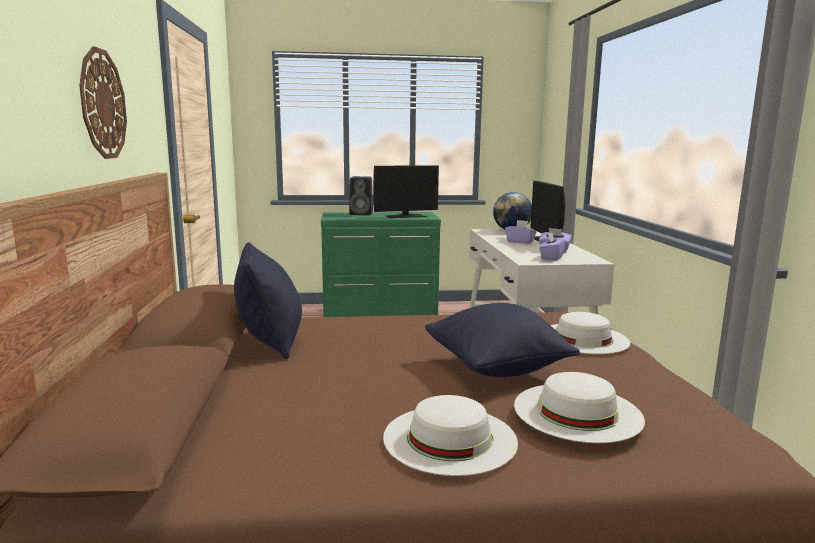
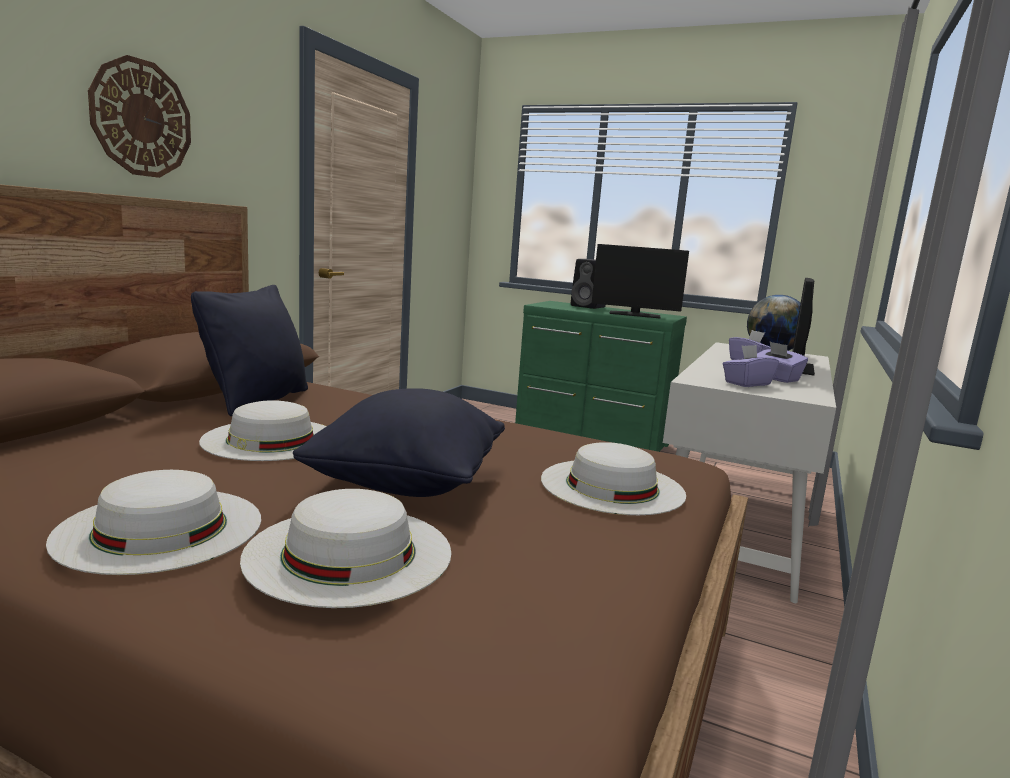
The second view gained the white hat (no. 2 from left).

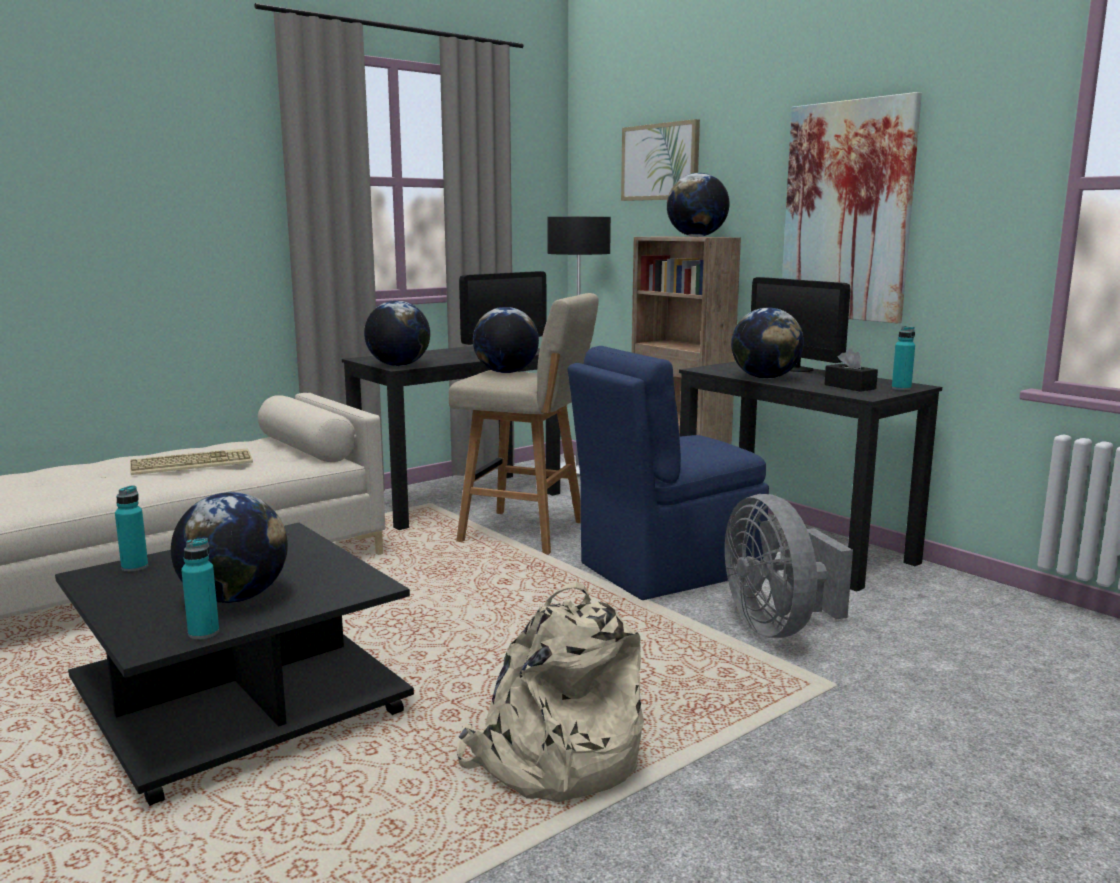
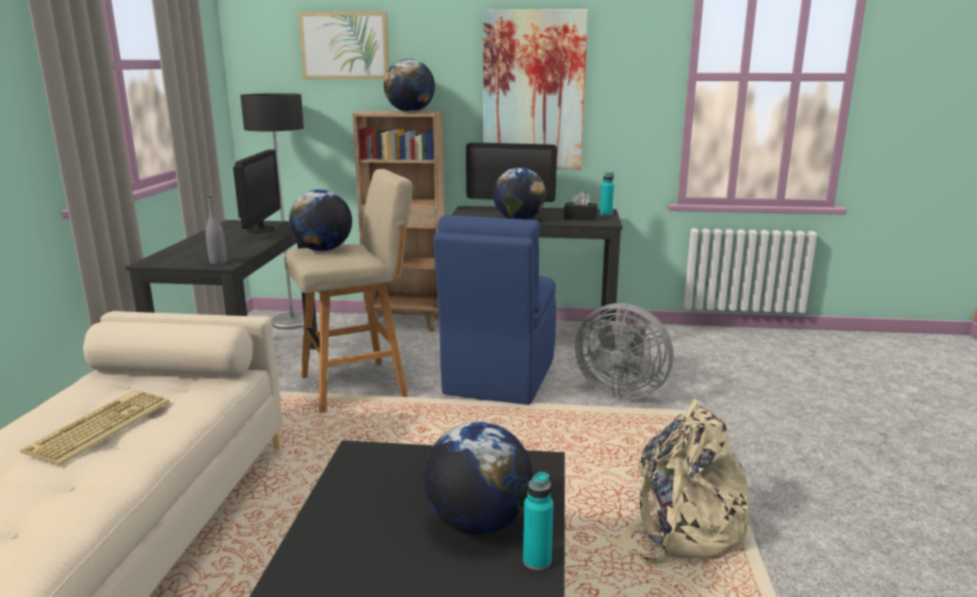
Where the globe (no. 2 from left) stood, the grey bottle came to stand.
The second view lost the turquoise bottle (no. 1 from left).

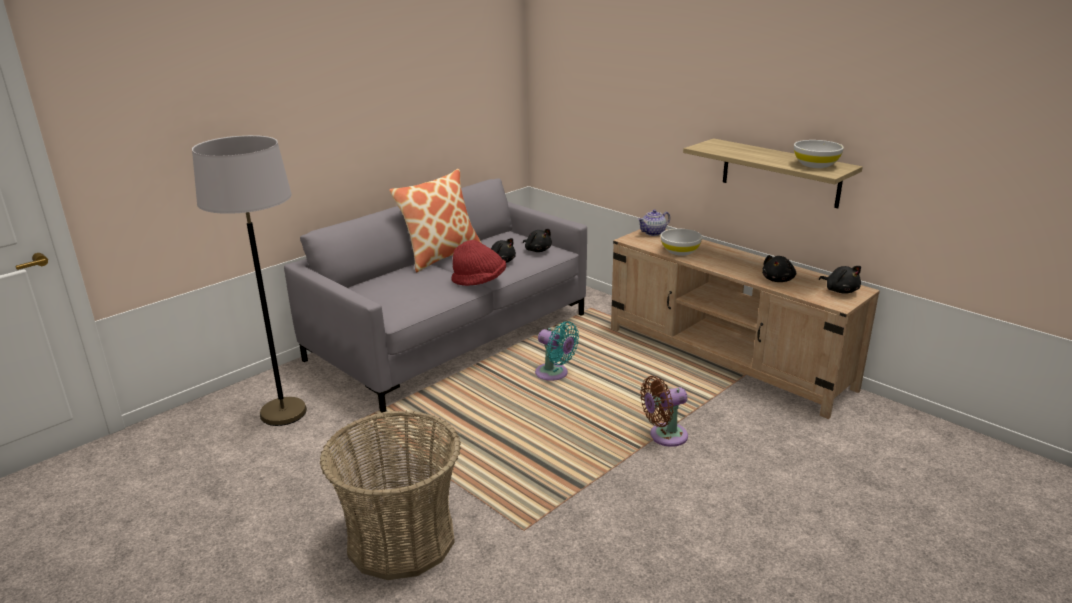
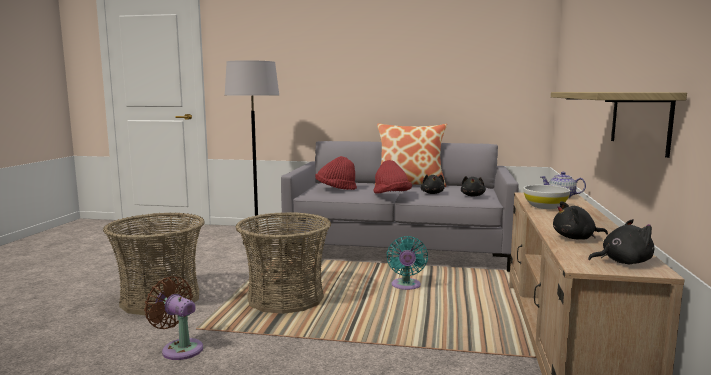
The second view lost the white bowl (no. 2 from left).
The black plush toy (no. 4 from left) ended up facing another way, 120 degrees counterclockwise from before.
The brown fan ended up elsewhere.
The second view gained the red hat (no. 1 from left).
The second view gained the basket (no. 2 from left).

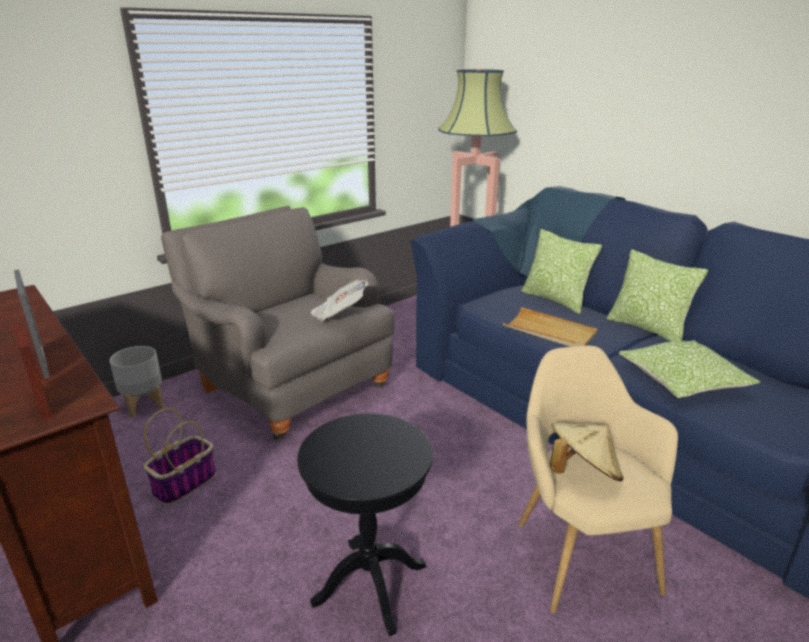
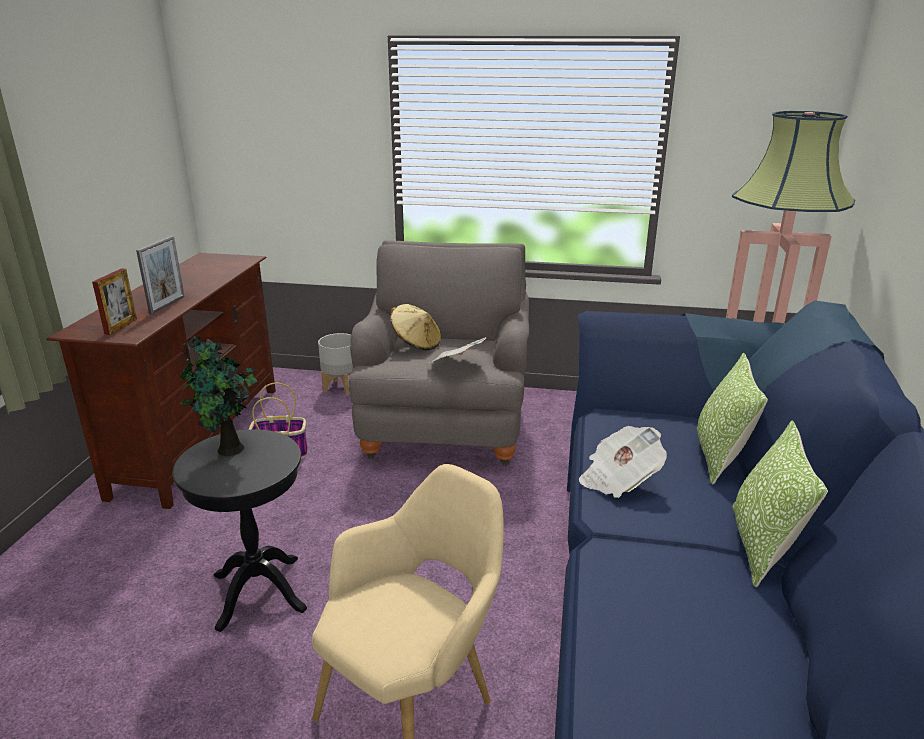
Where the beige tray stood, the newspaper (no. 2 from left) came to stand.
The second view lost the pillow (no. 3 from left).
The beige hat ended up elsewhere.
The second view gained the potted plant.

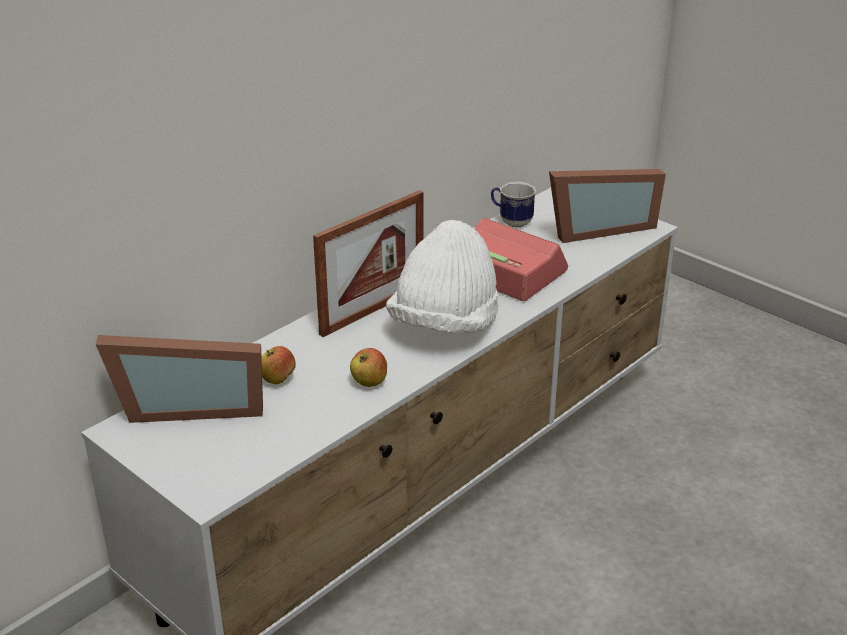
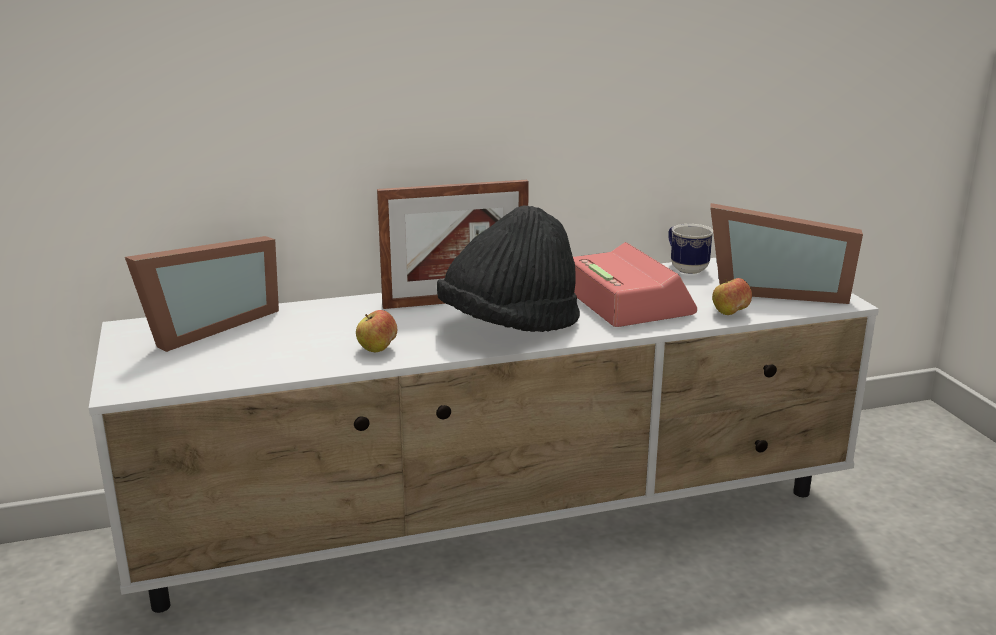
What was the white hat turned into the black hat.
The picture frame (no. 1 from left) ended up facing another way, 75 degrees counterclockwise from before.
The apple (no. 1 from left in the first image) ended up elsewhere.

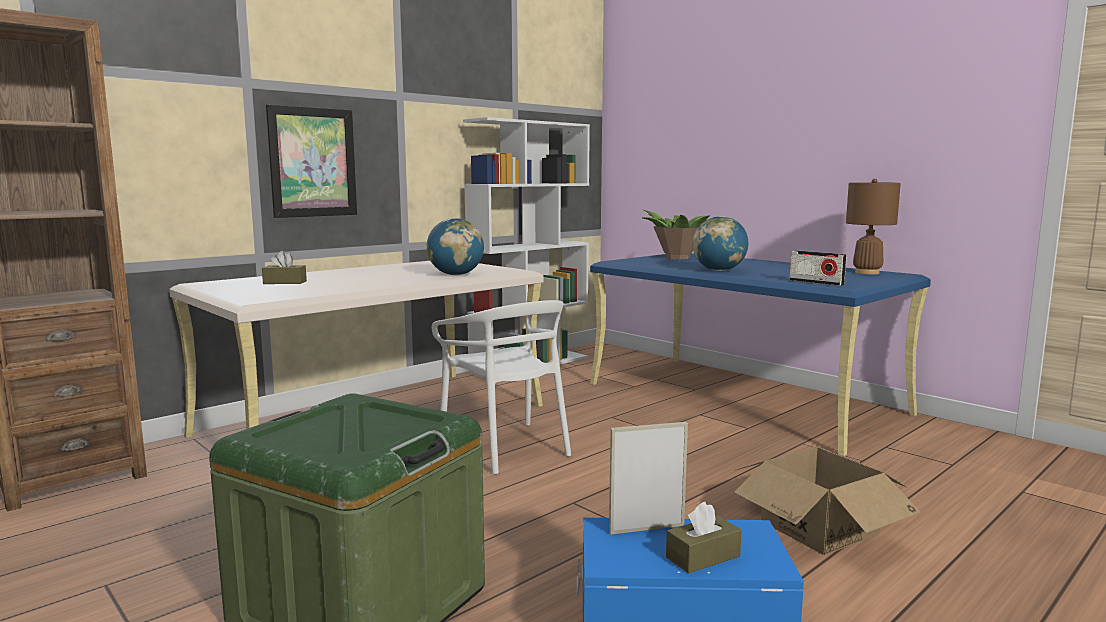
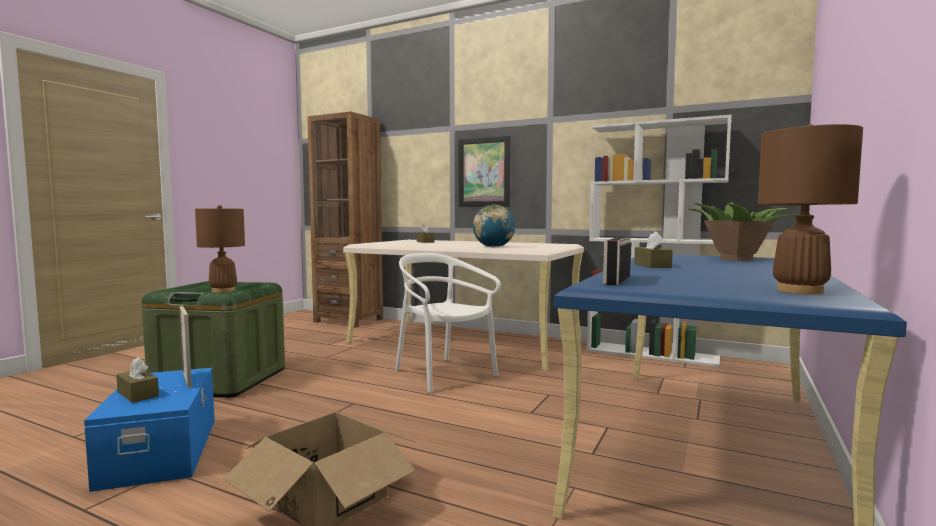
Where the globe (no. 2 from left) stood, the brown tissue box (no. 3 from left) came to stand.
The white chair ended up facing another way, 105 degrees clockwise from before.
The second view gained the brown table lamp (no. 1 from left).

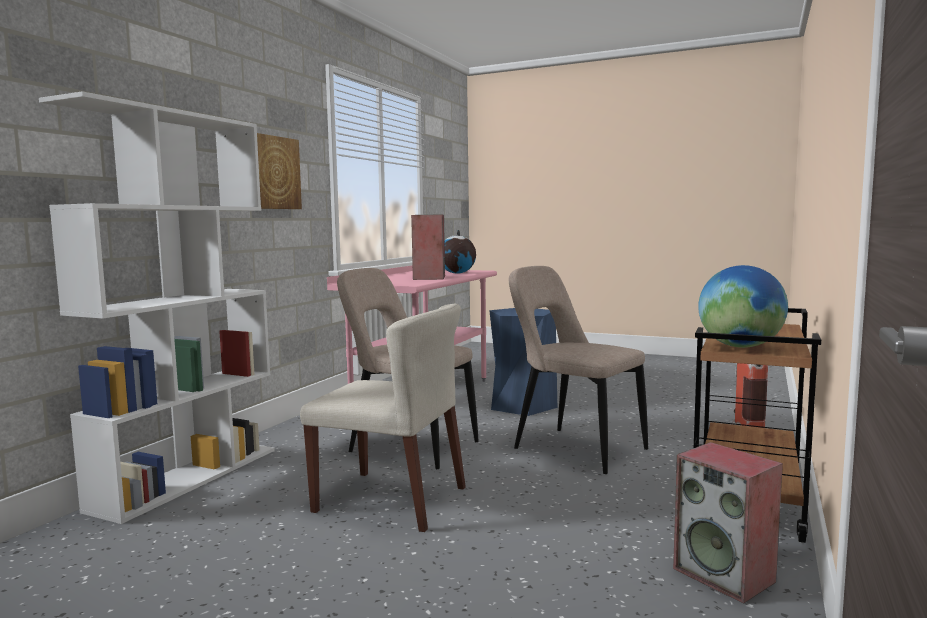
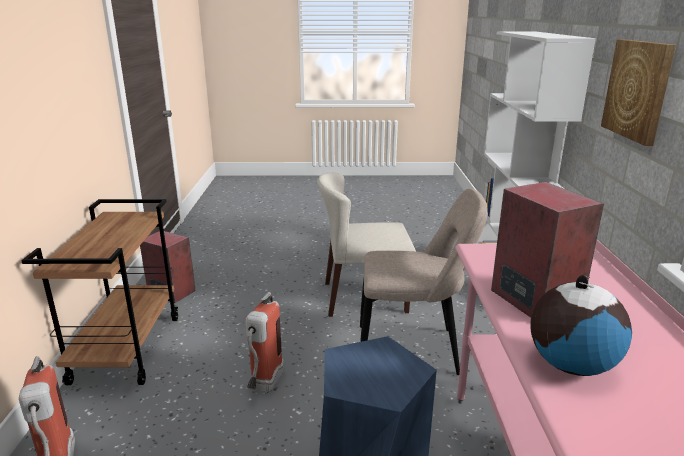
The second view lost the globe (no. 2 from left).
Where the beige chair (no. 3 from left) stood, the fire extinguisher (no. 2 from left) came to stand.

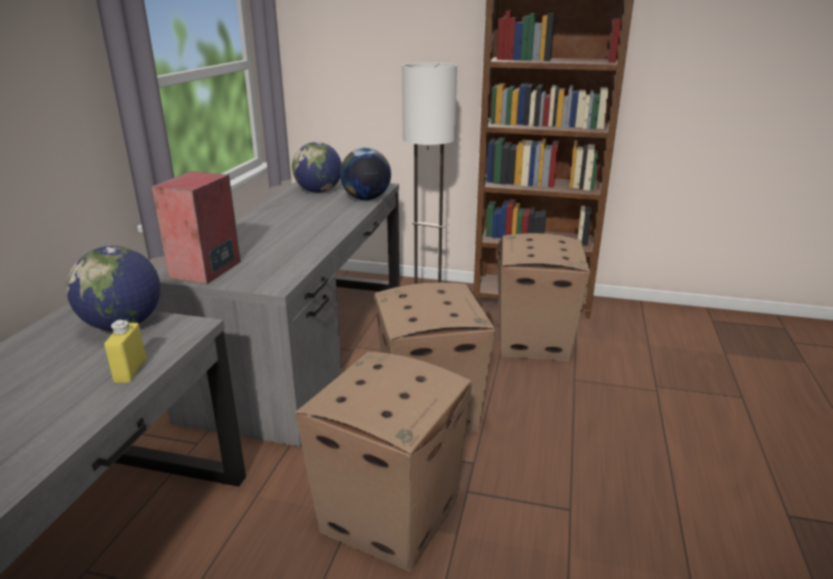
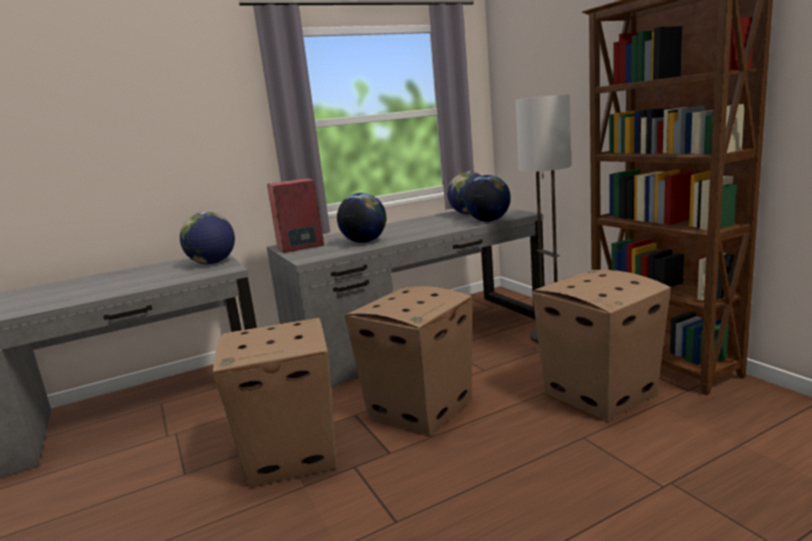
The second view lost the yellow bottle.
The second view gained the globe (no. 2 from left).

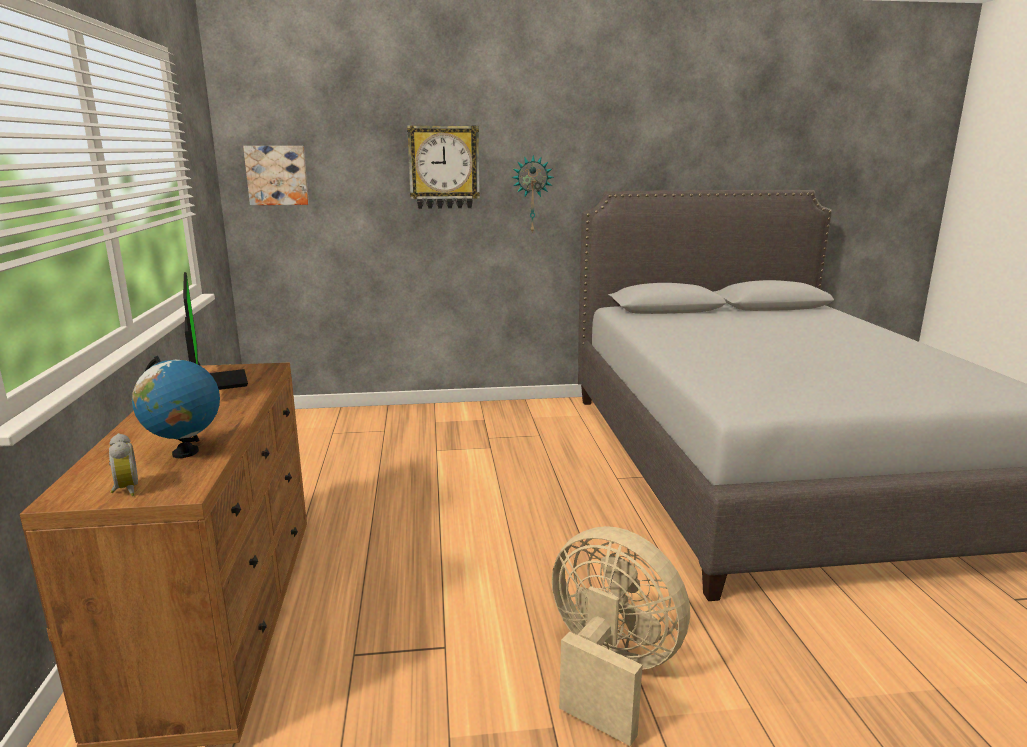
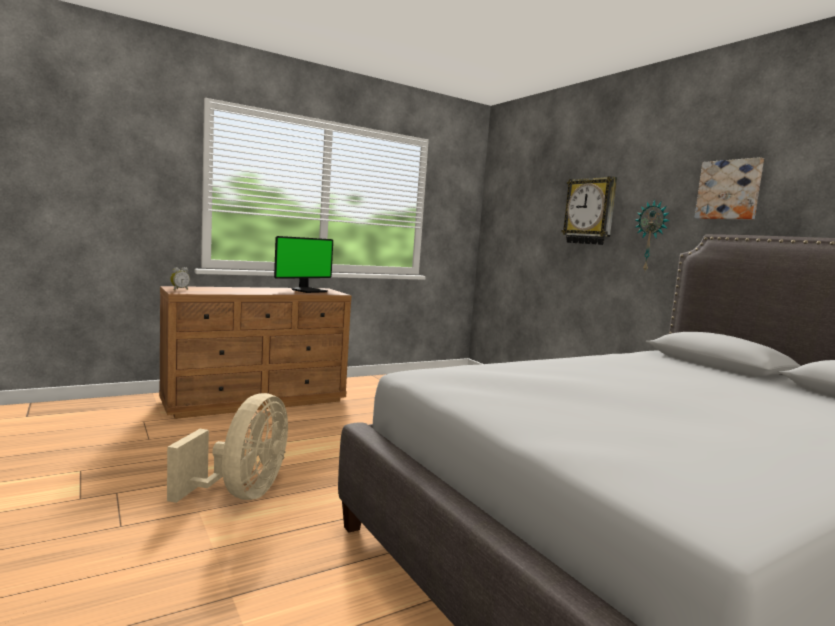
The picture ended up elsewhere.
The second view lost the globe.

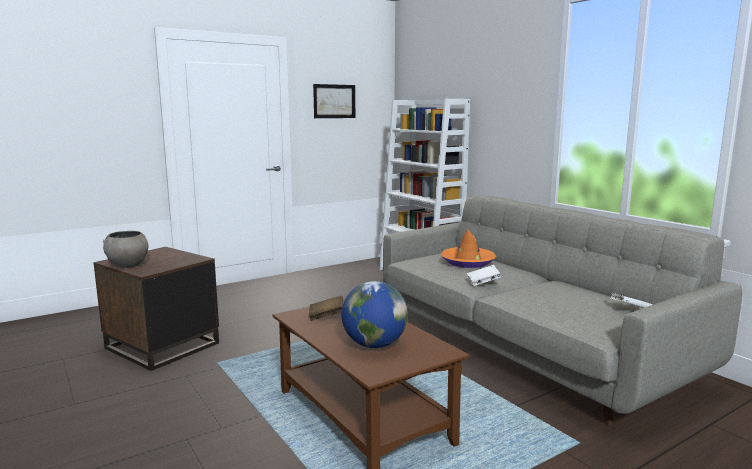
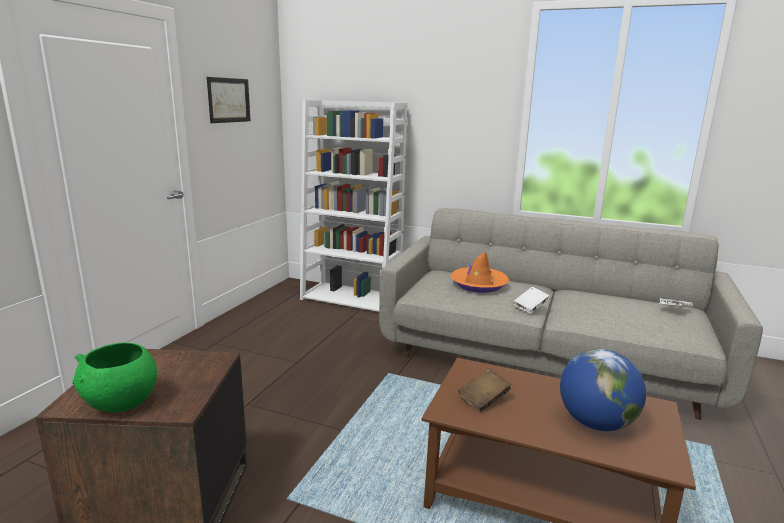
What was the grey bowl turned into the green bowl.

